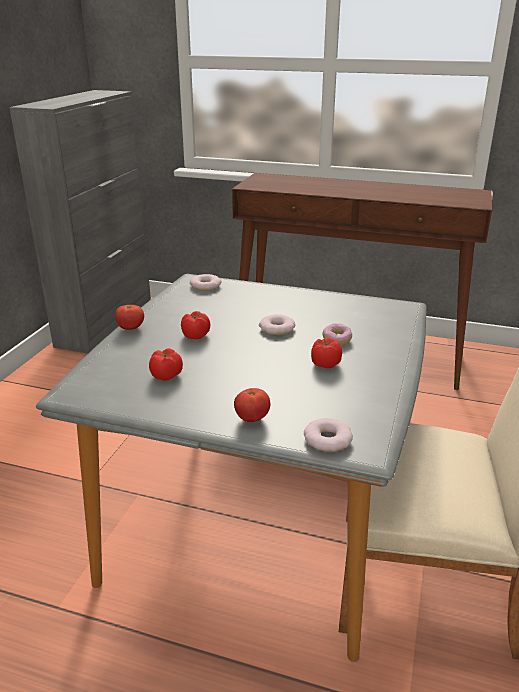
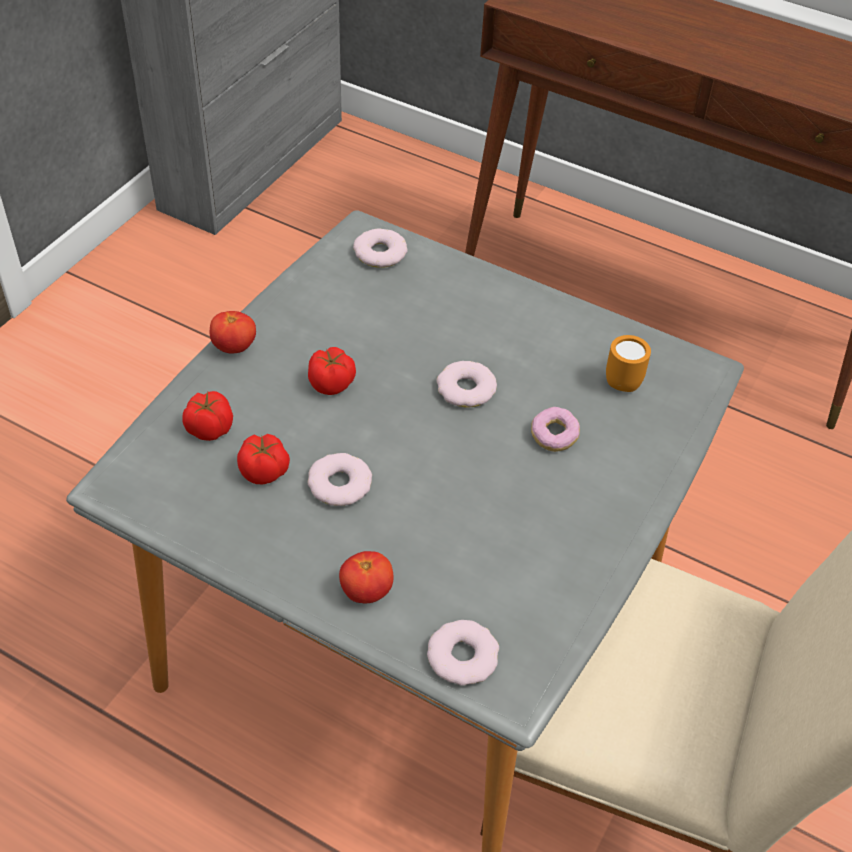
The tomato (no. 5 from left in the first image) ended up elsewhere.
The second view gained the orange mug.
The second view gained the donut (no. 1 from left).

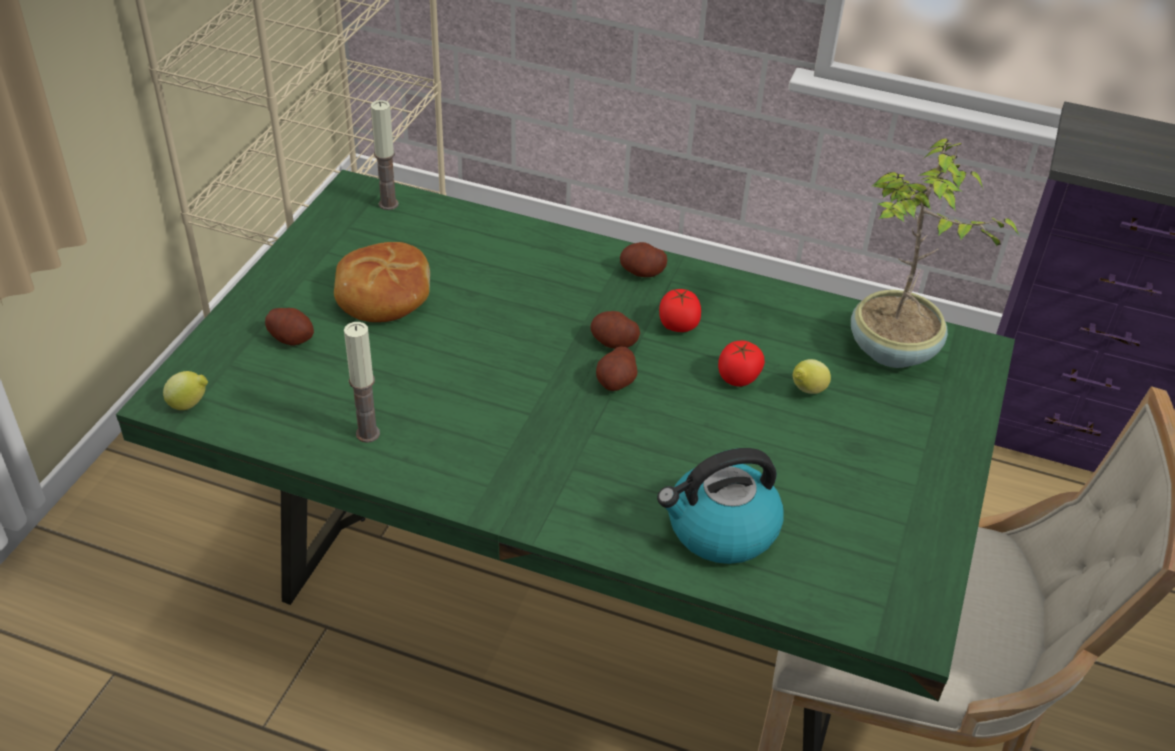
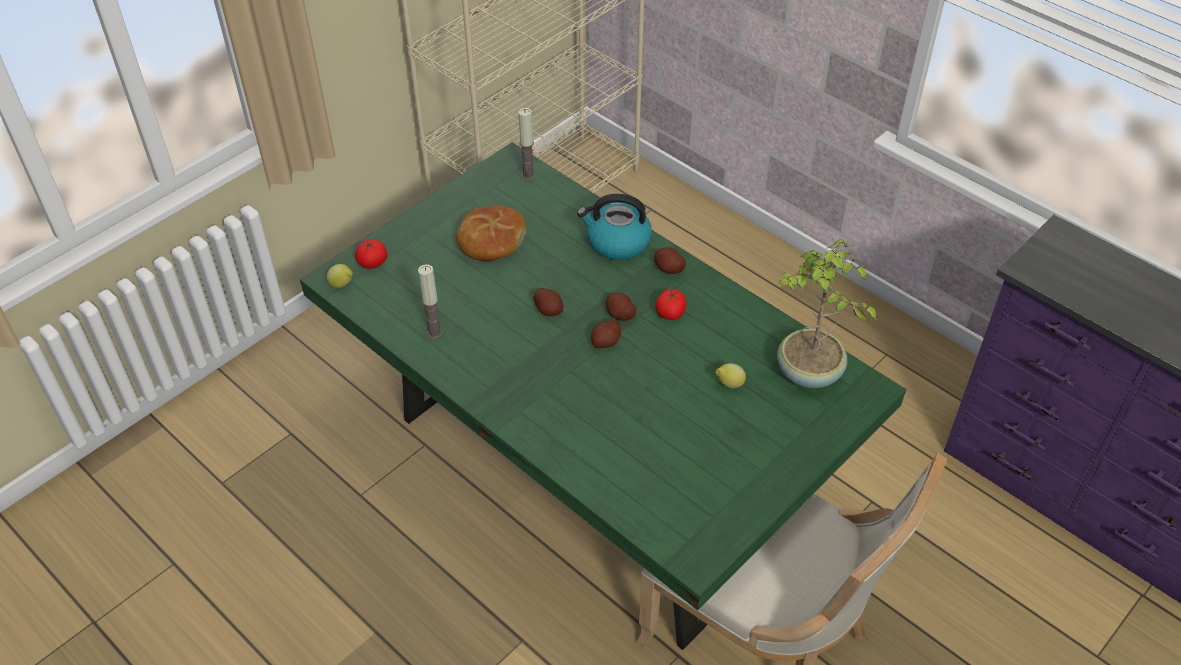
The potato (no. 1 from left) ended up elsewhere.
The tomato (no. 2 from left in the first image) ended up elsewhere.
The kettle ended up elsewhere.

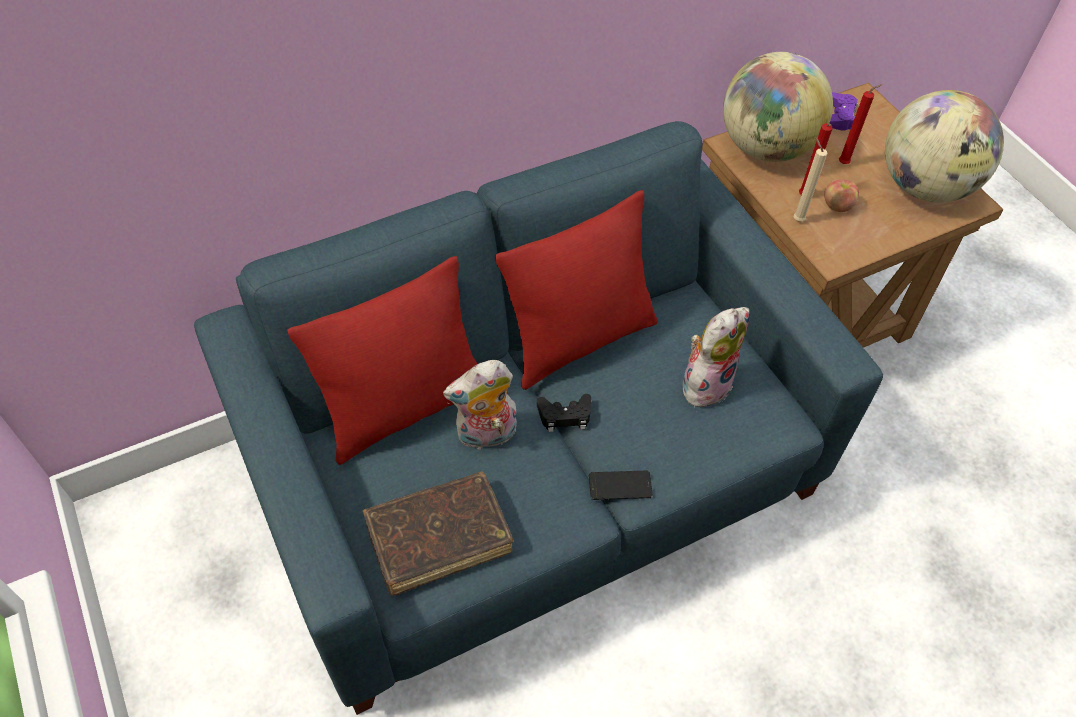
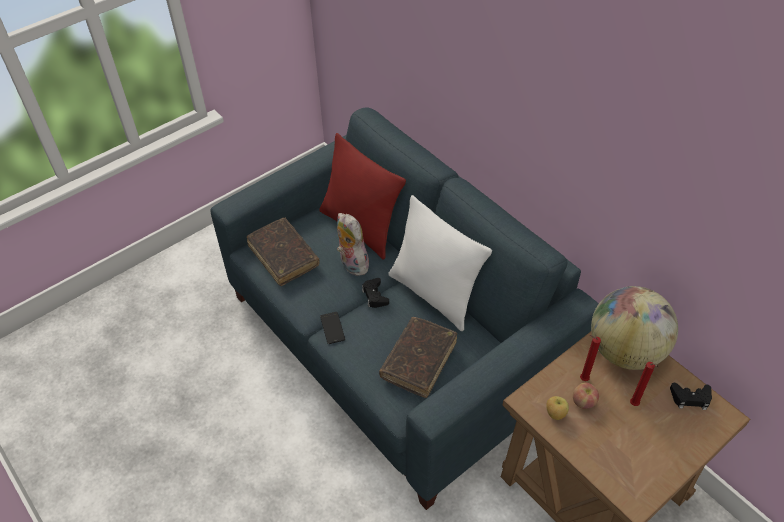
The second view lost the globe (no. 2 from left).
What was the purple game controller turned into the black game controller (no. 2 from left).
The second view lost the beige candle.
What was the red pillow (no. 2 from left) turned into the white pillow.
Where the plush toy (no. 2 from left) stood, the brown book (no. 2 from left) came to stand.
The second view gained the apple (no. 1 from left).

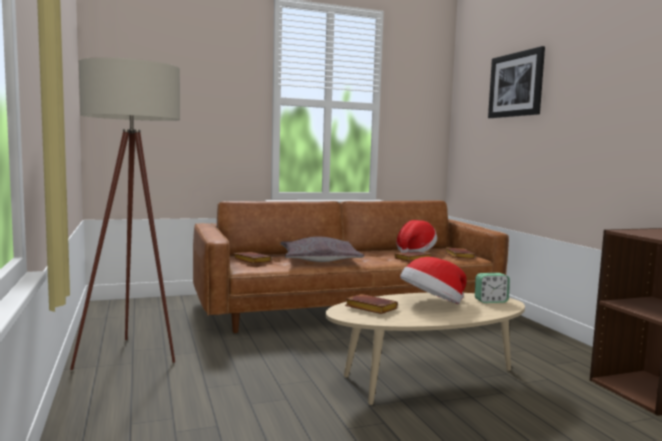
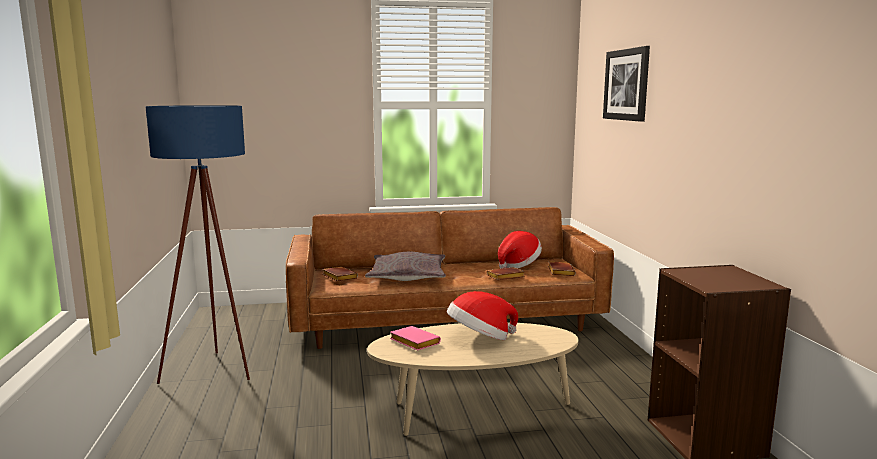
What was the beige floor lamp turned into the blue floor lamp.
The second view lost the alarm clock.
What was the brown book (no. 2 from left) turned into the pink book.

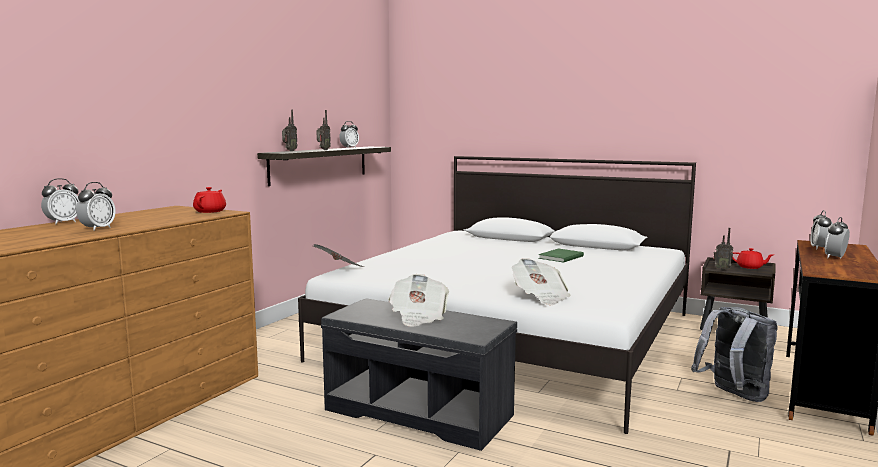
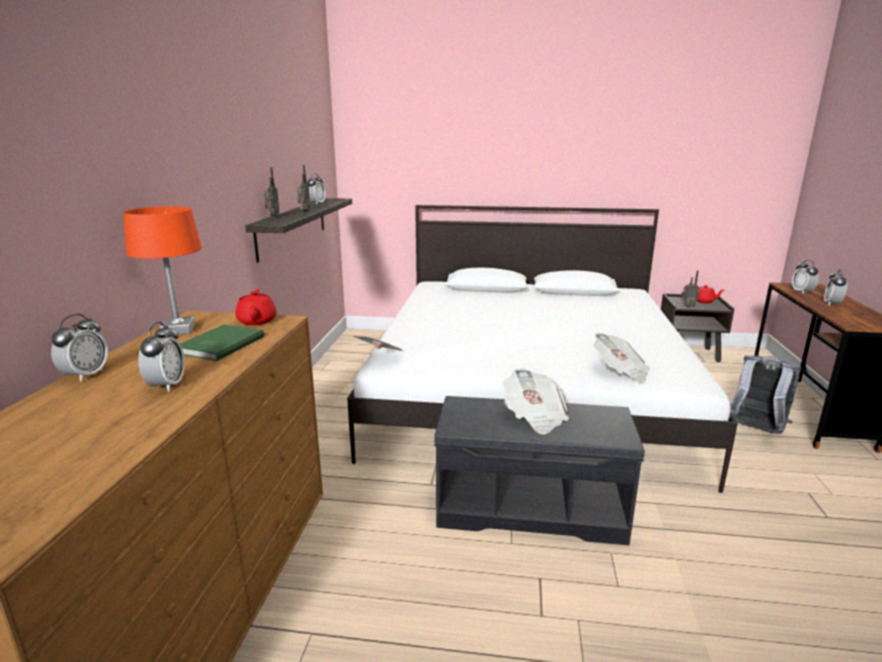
The green book ended up elsewhere.
The second view gained the orange table lamp.

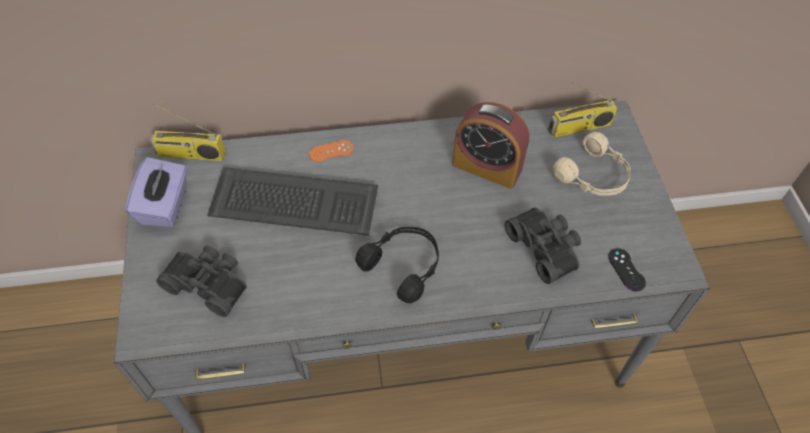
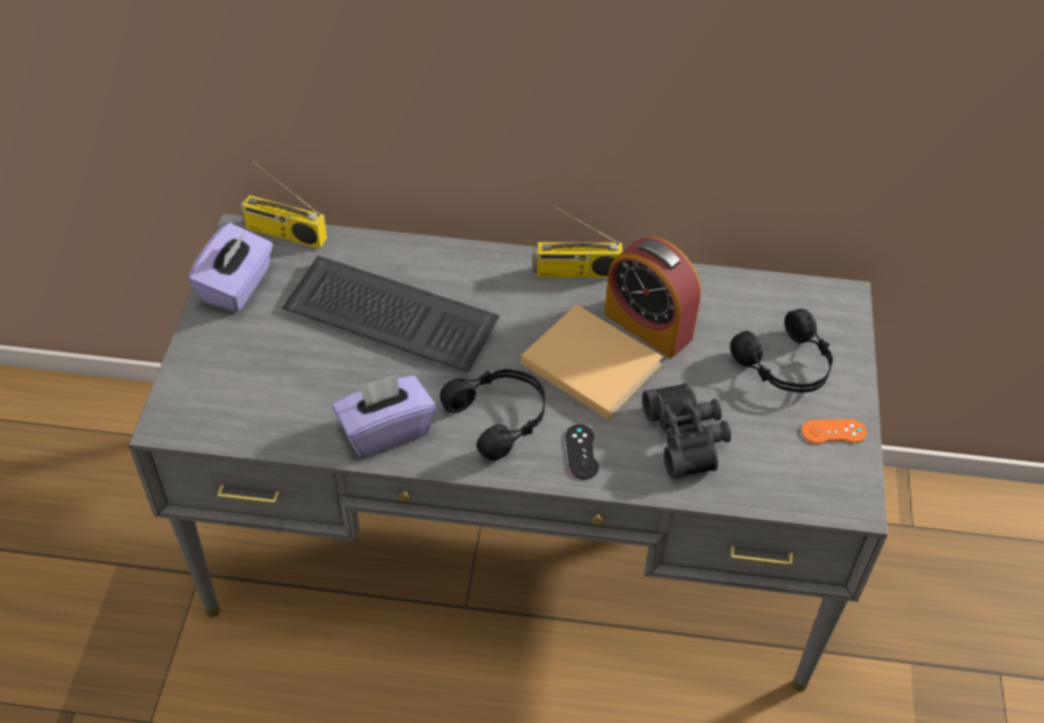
The radio (no. 2 from left) ended up elsewhere.
What was the beige headphones turned into the black headphones (no. 2 from left).
The orange game controller ended up elsewhere.
The second view lost the black binoculars (no. 1 from left).
The black game controller ended up elsewhere.
The second view gained the beige book.
The second view gained the purple tissue box (no. 2 from left).

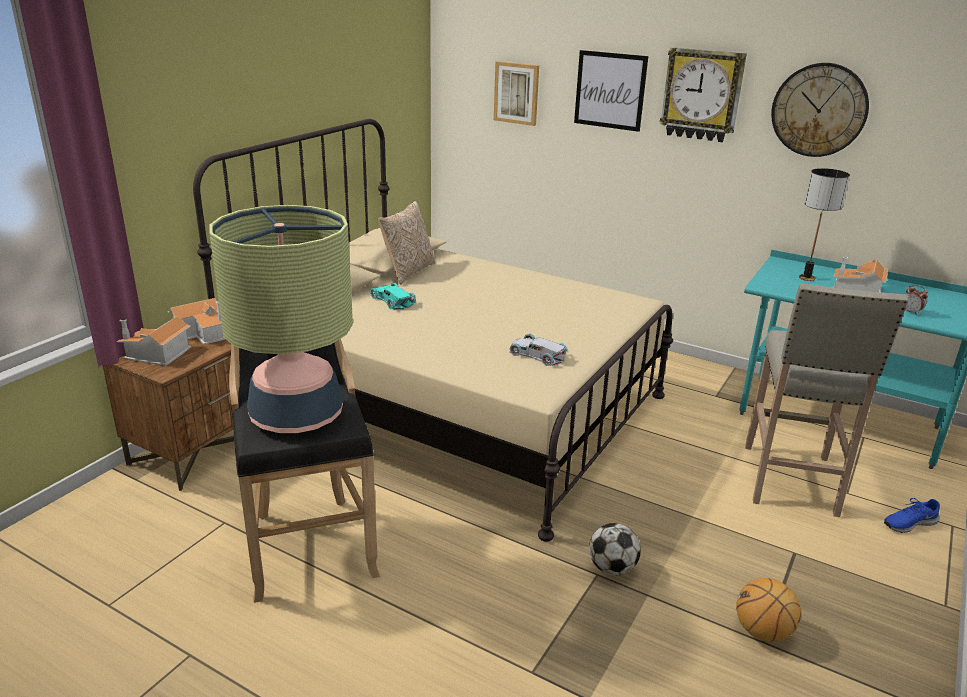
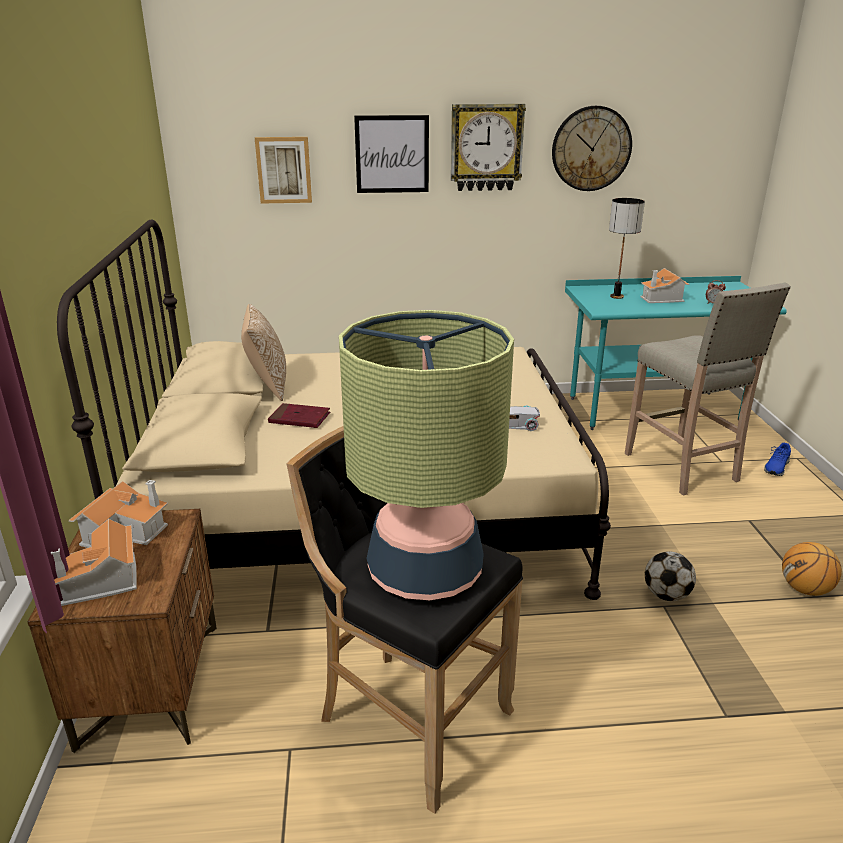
Where the turquoise toy car stood, the red book came to stand.

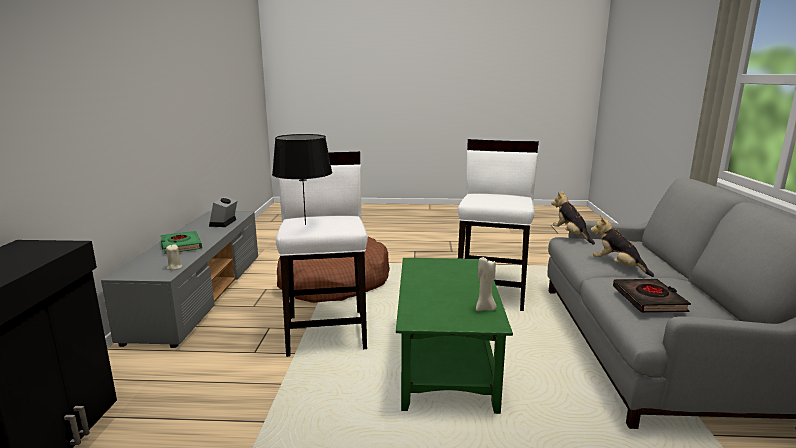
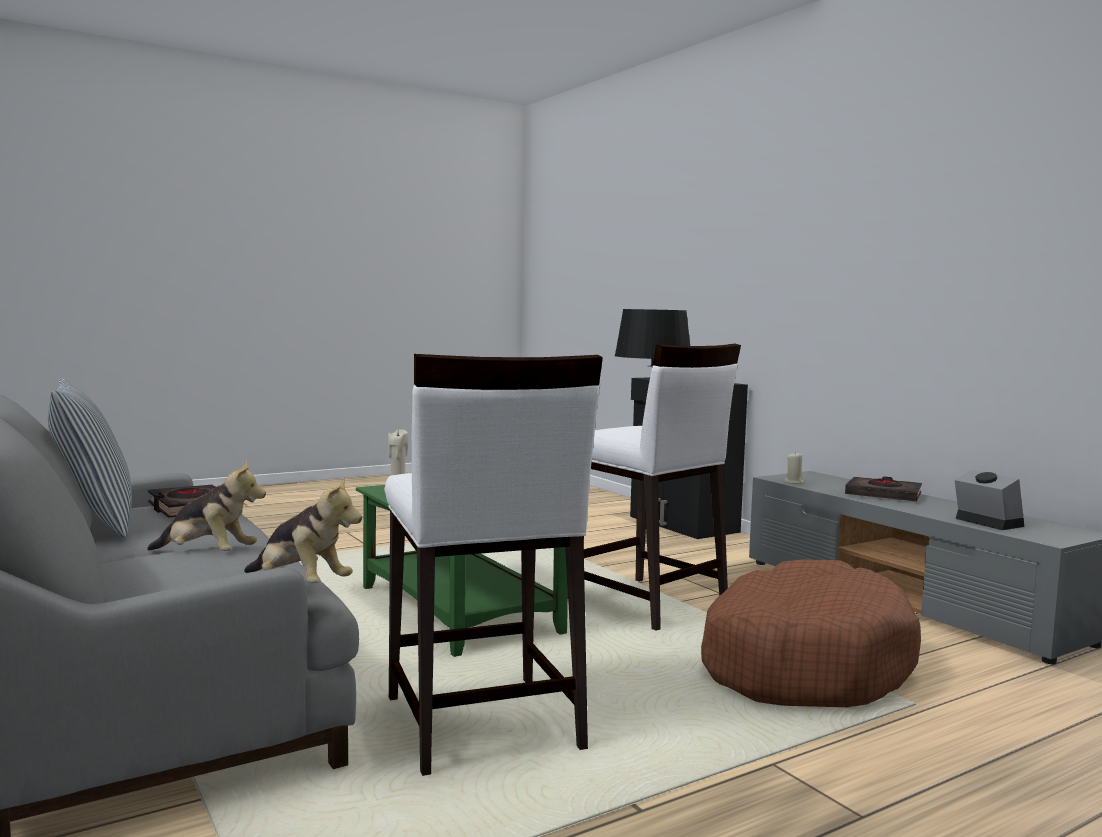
What was the green book turned into the black book (no. 2 from left).
The second view gained the pillow.

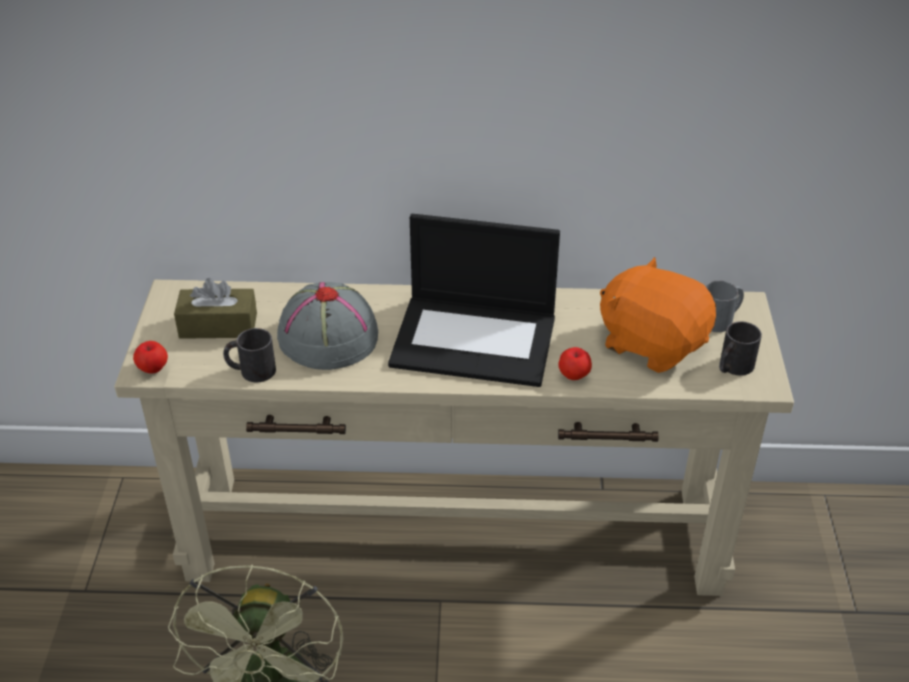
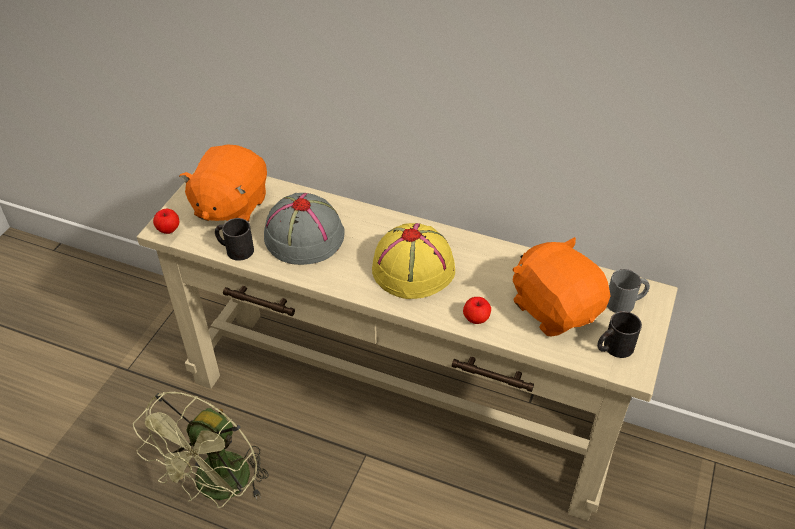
Where the laptop stood, the yellow hat came to stand.
Where the brown tissue box stood, the orange plush toy (no. 1 from left) came to stand.

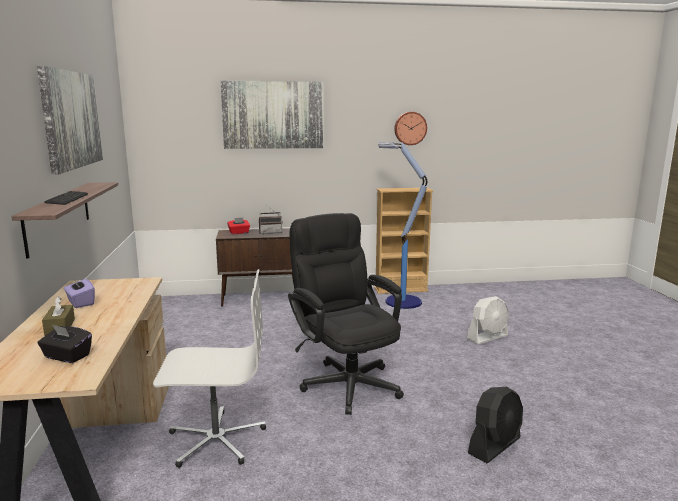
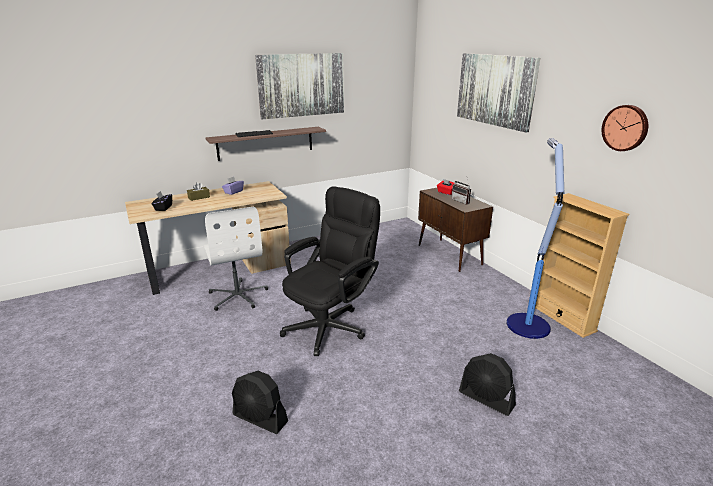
What was the white fan turned into the black fan (no. 2 from left).

